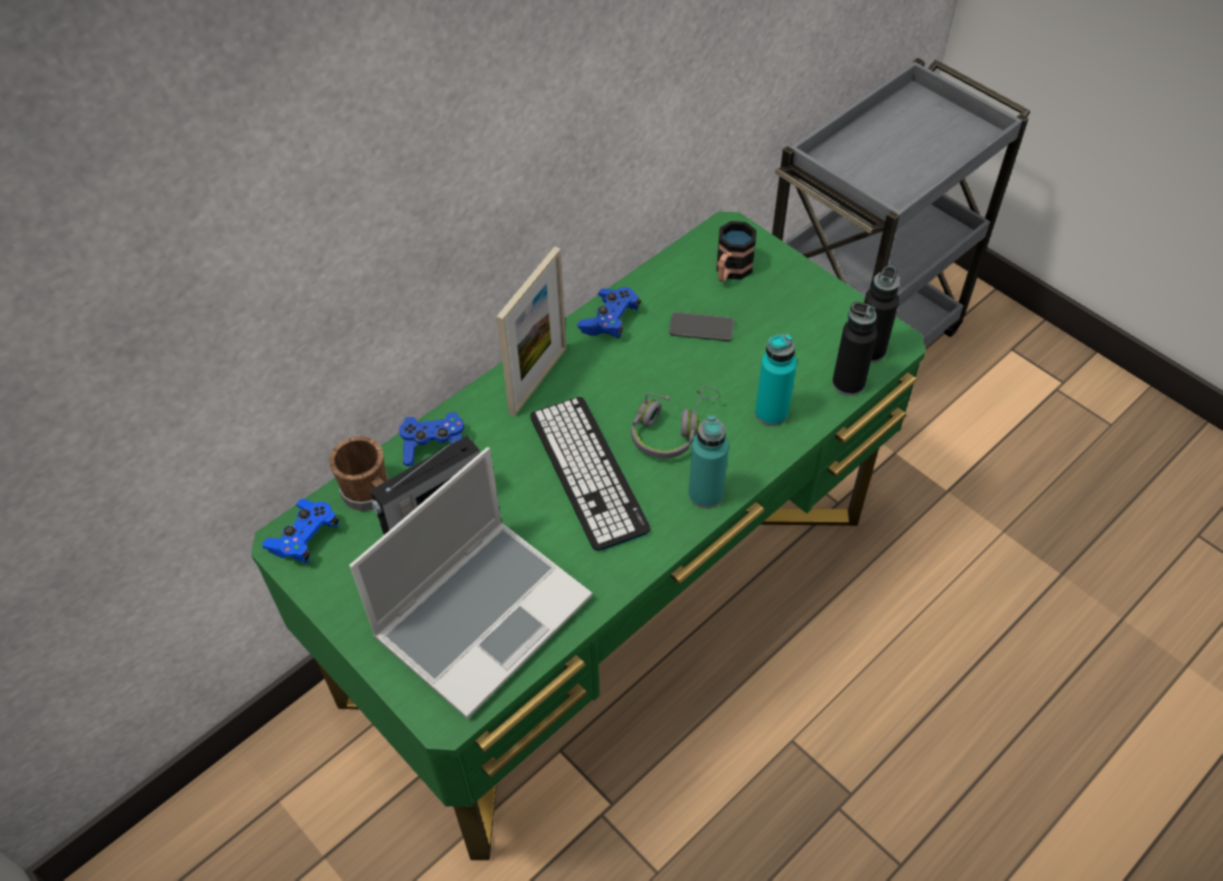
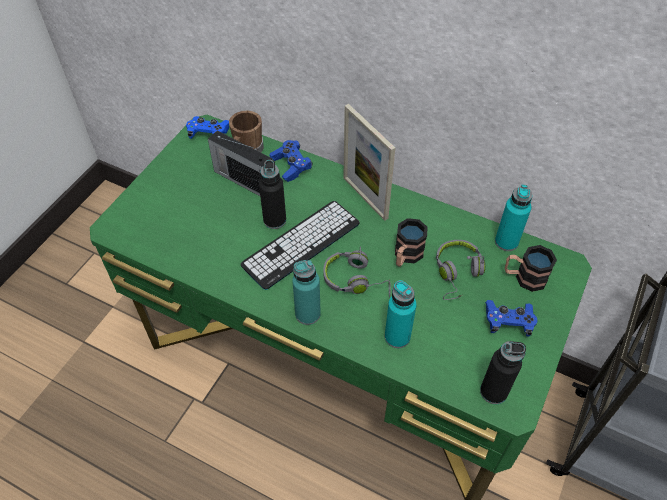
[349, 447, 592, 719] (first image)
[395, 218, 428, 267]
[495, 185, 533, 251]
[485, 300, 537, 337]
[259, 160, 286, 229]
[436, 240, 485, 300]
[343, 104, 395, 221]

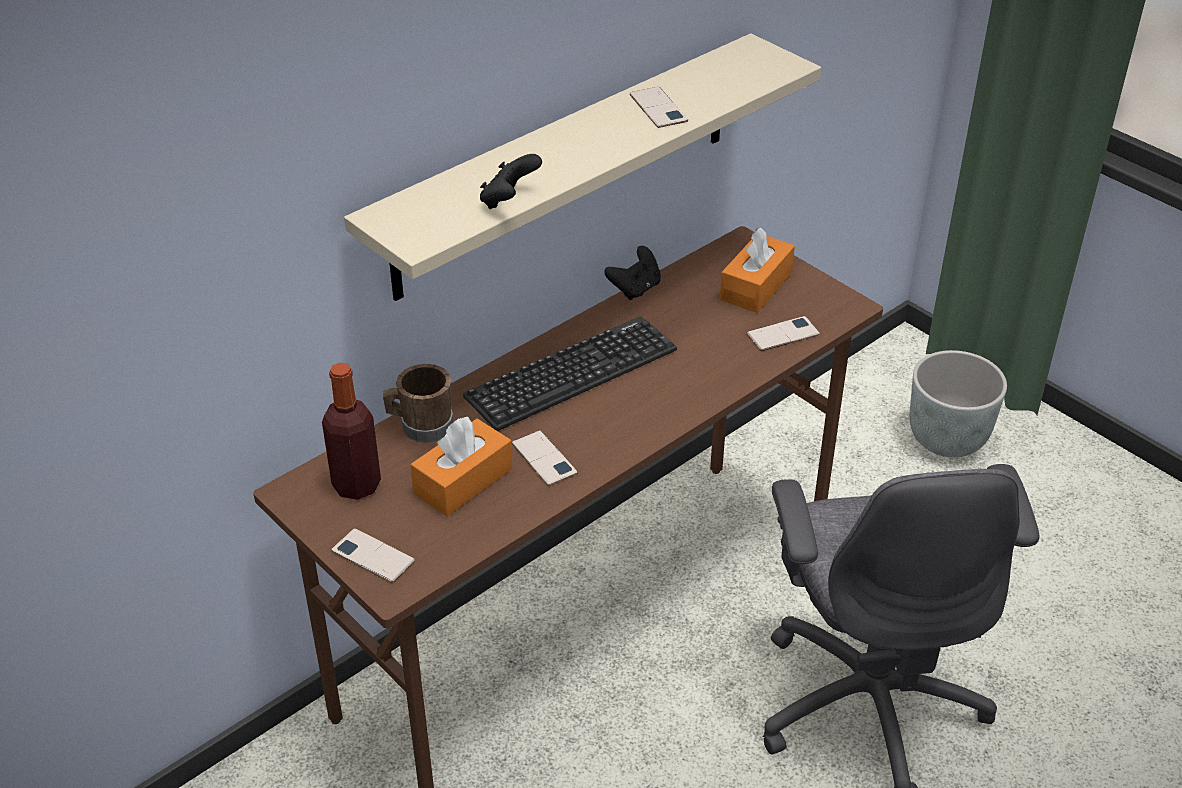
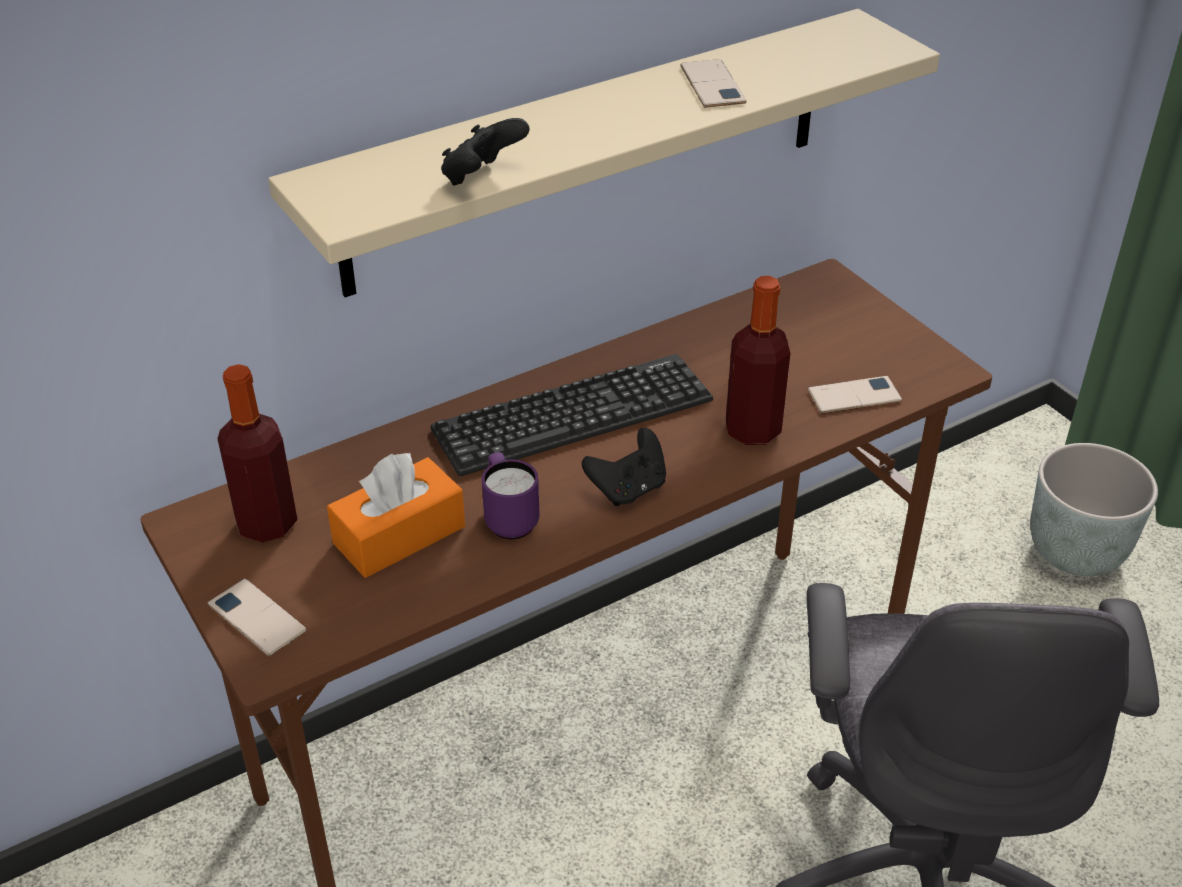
[383, 364, 453, 443] (first image)
[720, 228, 795, 313] (first image)
[726, 276, 790, 445]
[582, 428, 666, 506]
[482, 452, 540, 539]

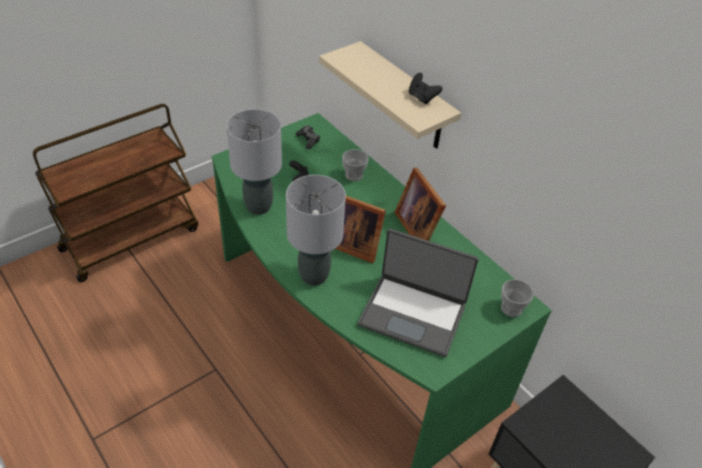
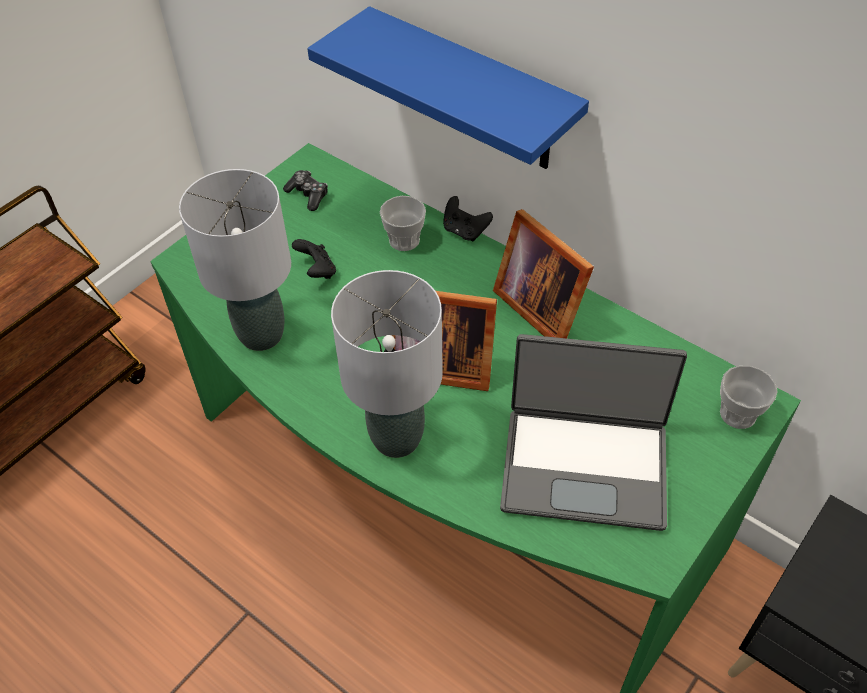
[443, 196, 493, 241]
[307, 6, 589, 169]

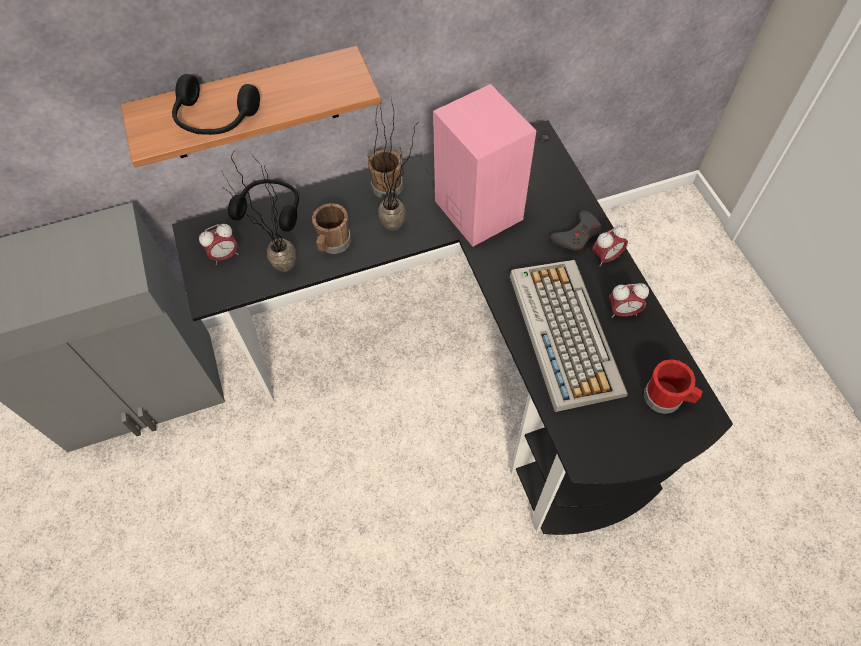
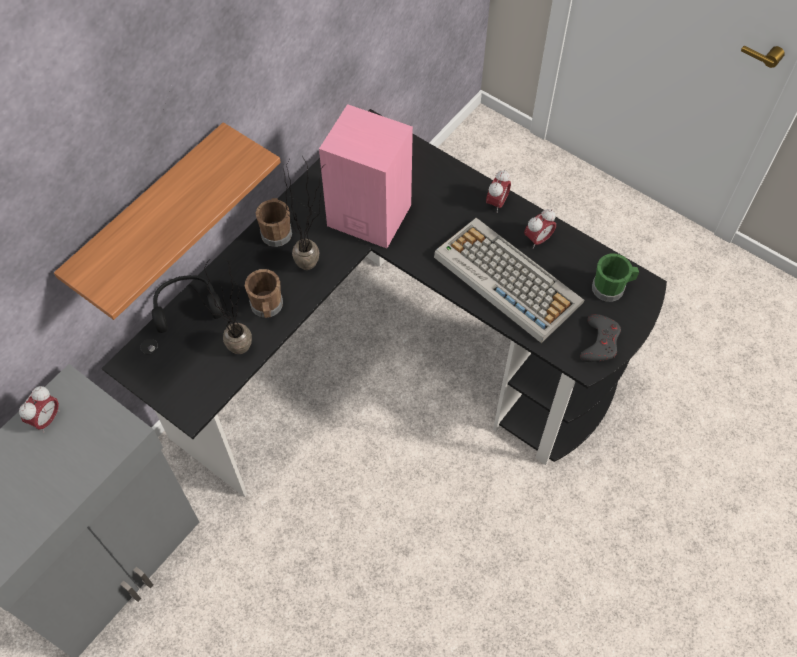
[172, 74, 260, 135] (first image)
[19, 386, 60, 433]
[580, 314, 621, 362]
[592, 253, 639, 302]

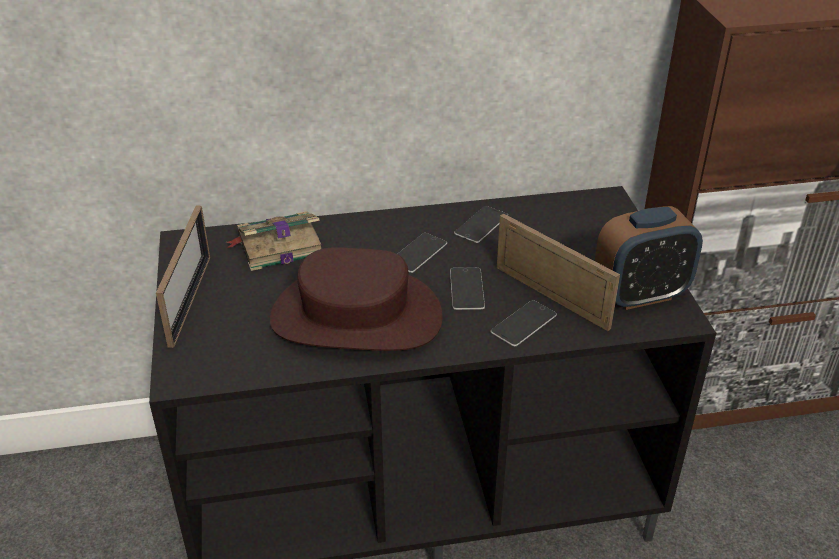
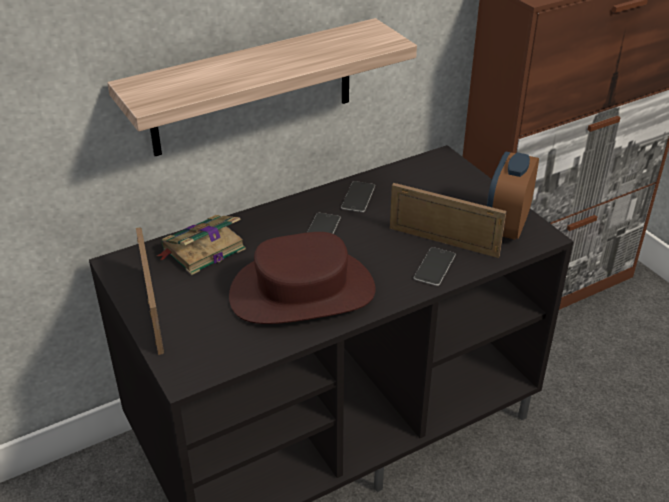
[450, 268, 485, 310] (first image)
[107, 18, 417, 156]
[487, 152, 539, 240]

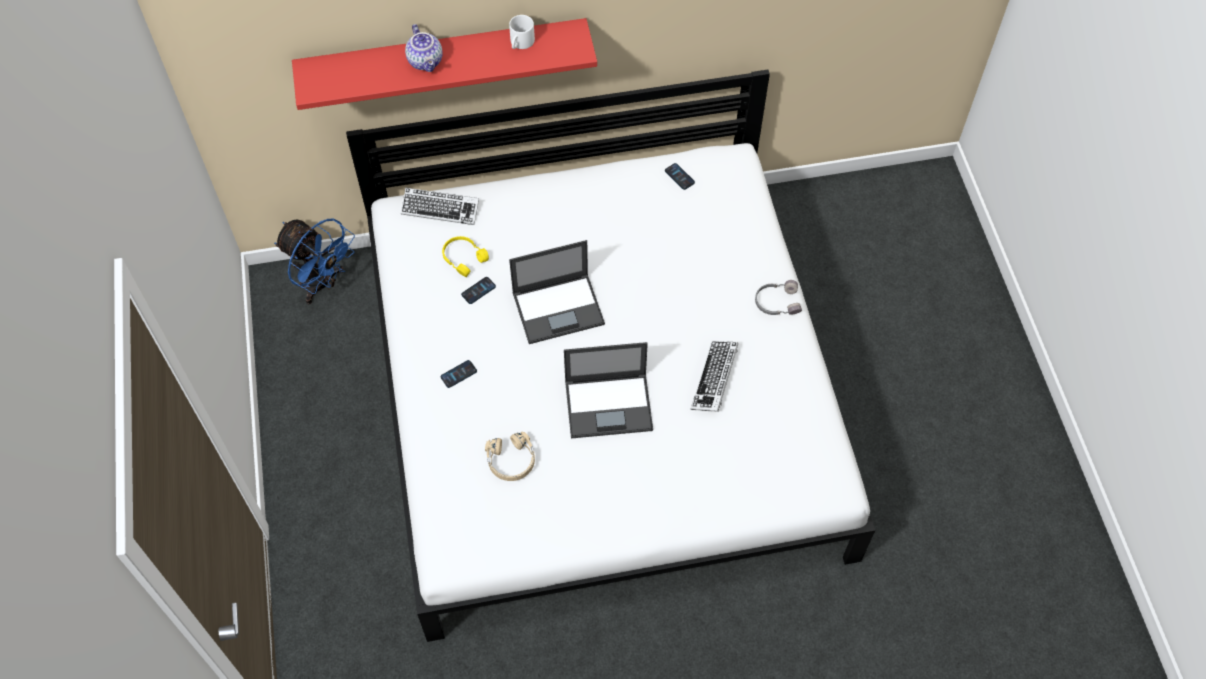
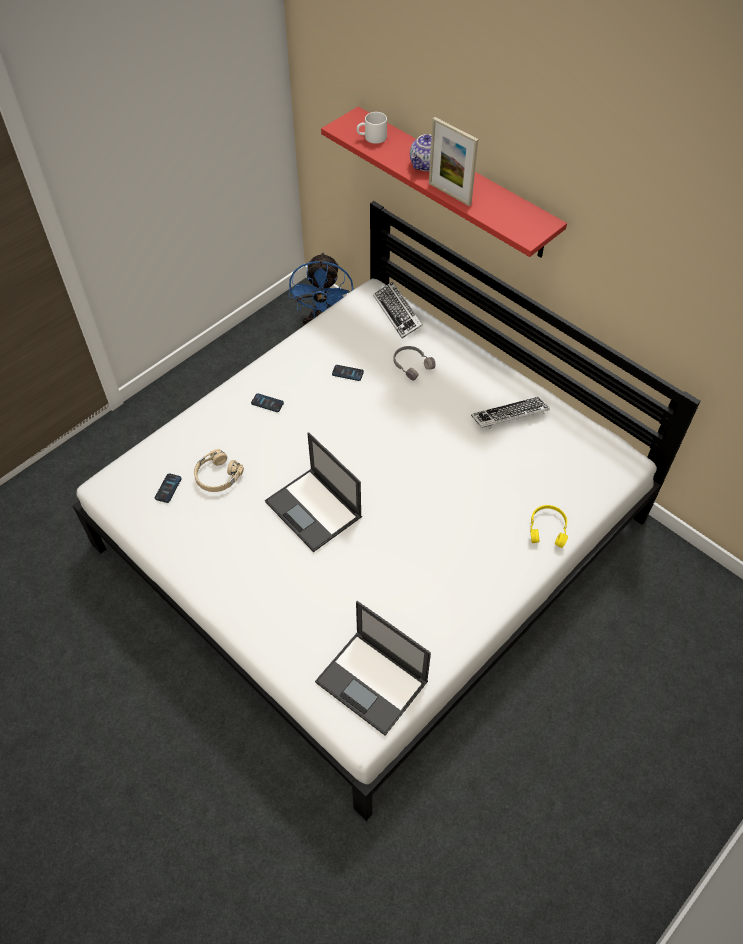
[429, 117, 478, 206]
[530, 505, 568, 548]
[357, 112, 387, 144]
[315, 601, 431, 736]
[155, 473, 182, 503]
[471, 397, 550, 429]
[393, 346, 436, 381]

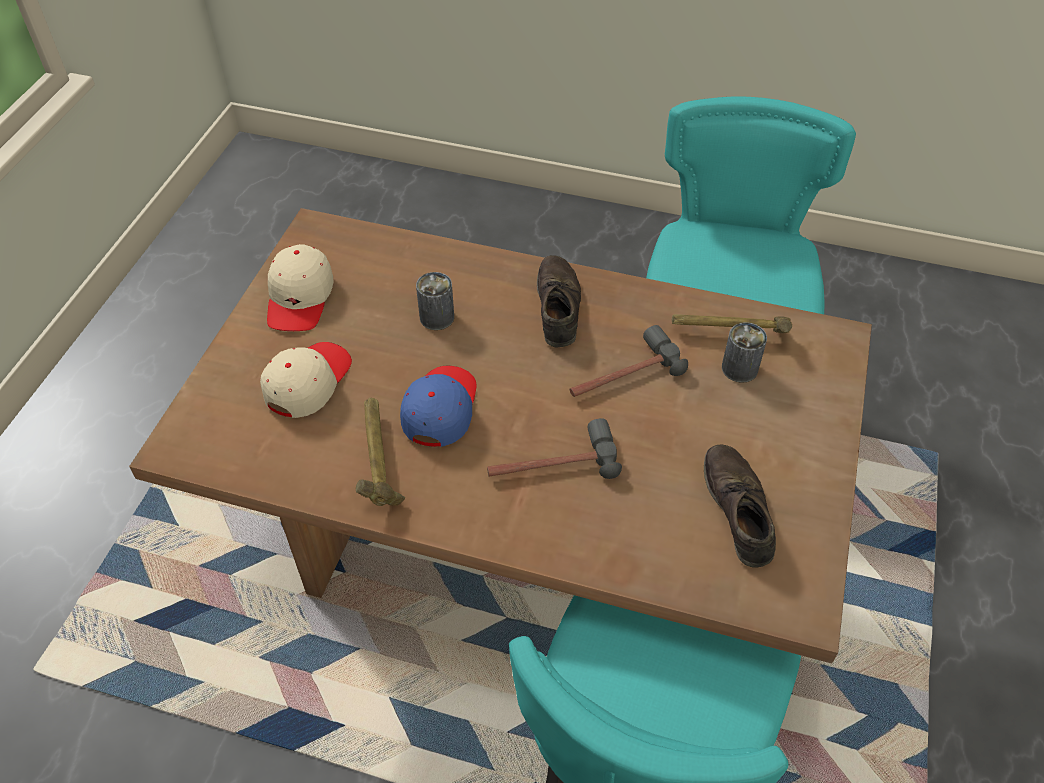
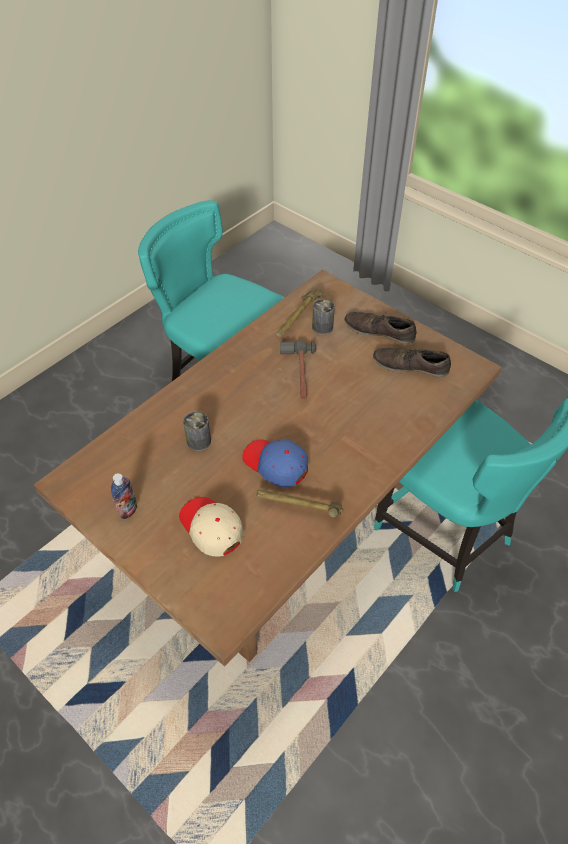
[487, 418, 622, 479] (first image)
[345, 312, 416, 344]
[111, 473, 137, 519]

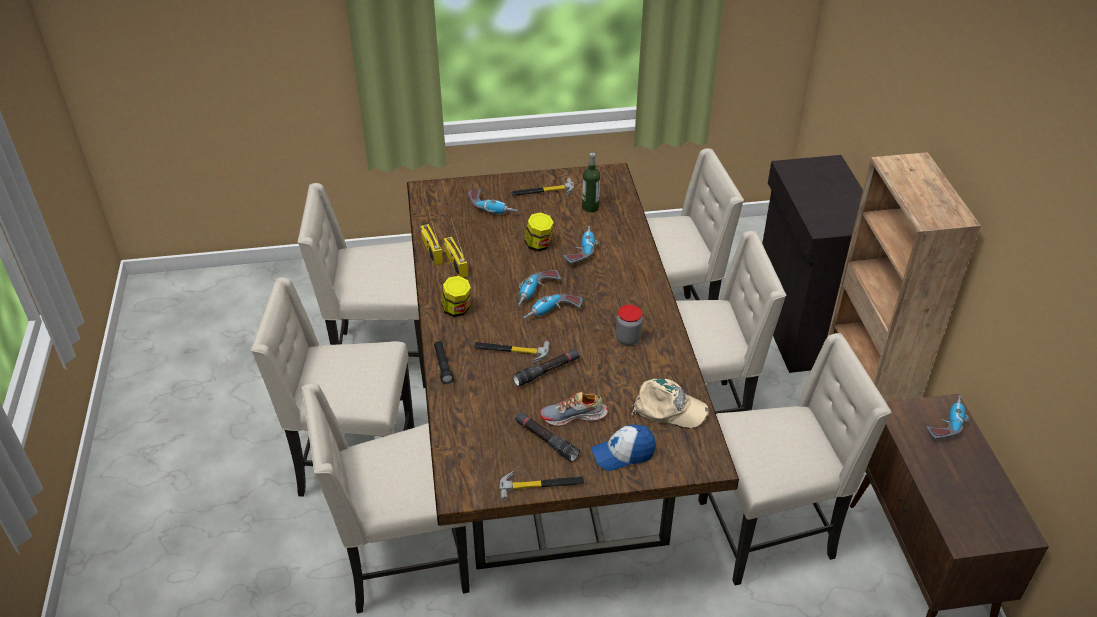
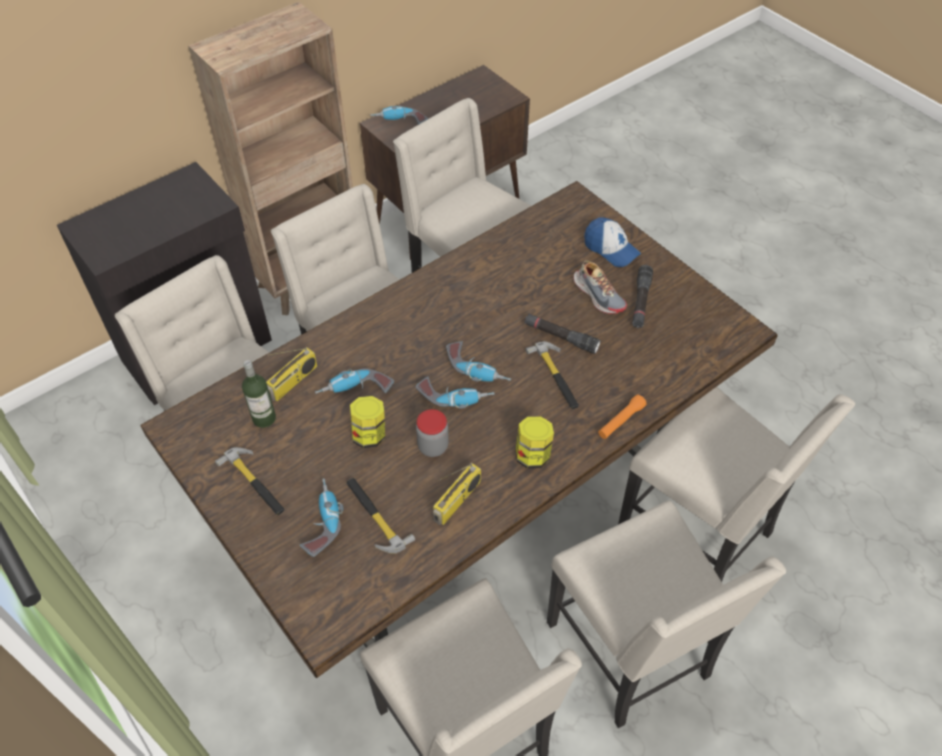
[631, 379, 709, 429] (first image)
[266, 347, 317, 401]
[347, 478, 415, 554]
[416, 409, 449, 457]
[598, 394, 647, 439]

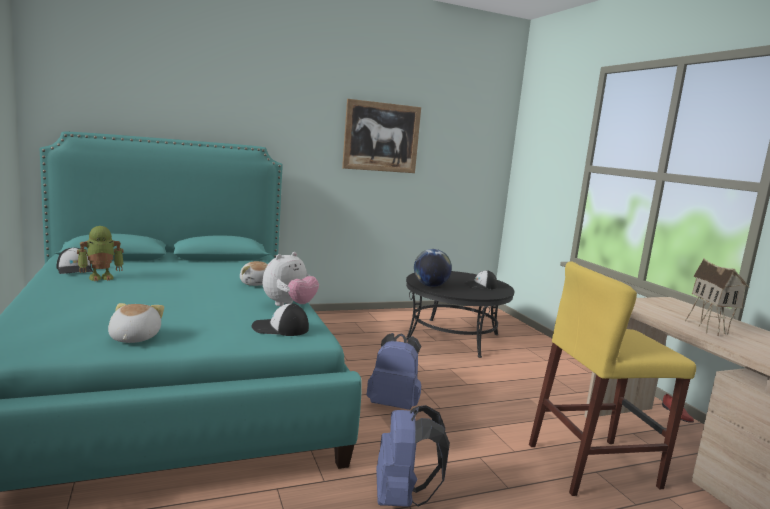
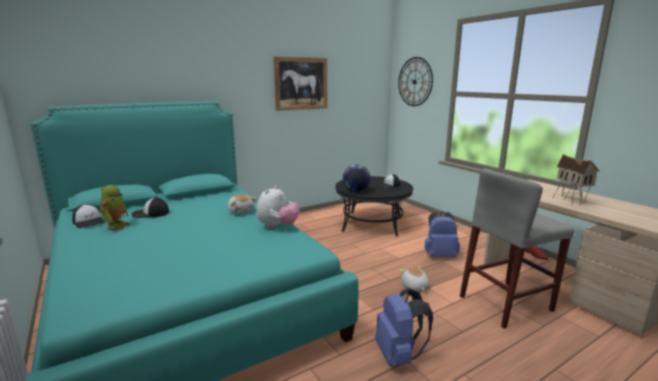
[398, 57, 433, 106]
[399, 266, 429, 291]
[131, 198, 169, 218]
[424, 212, 460, 257]
[460, 168, 574, 329]
[100, 185, 130, 230]

